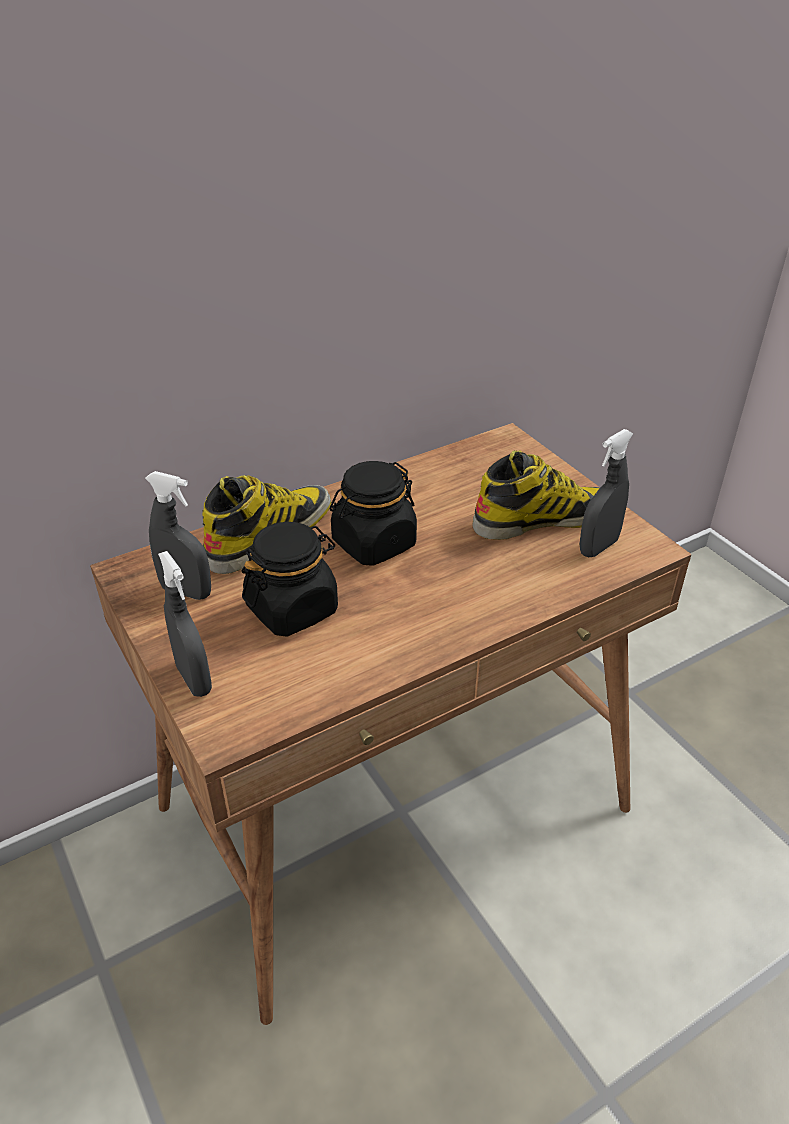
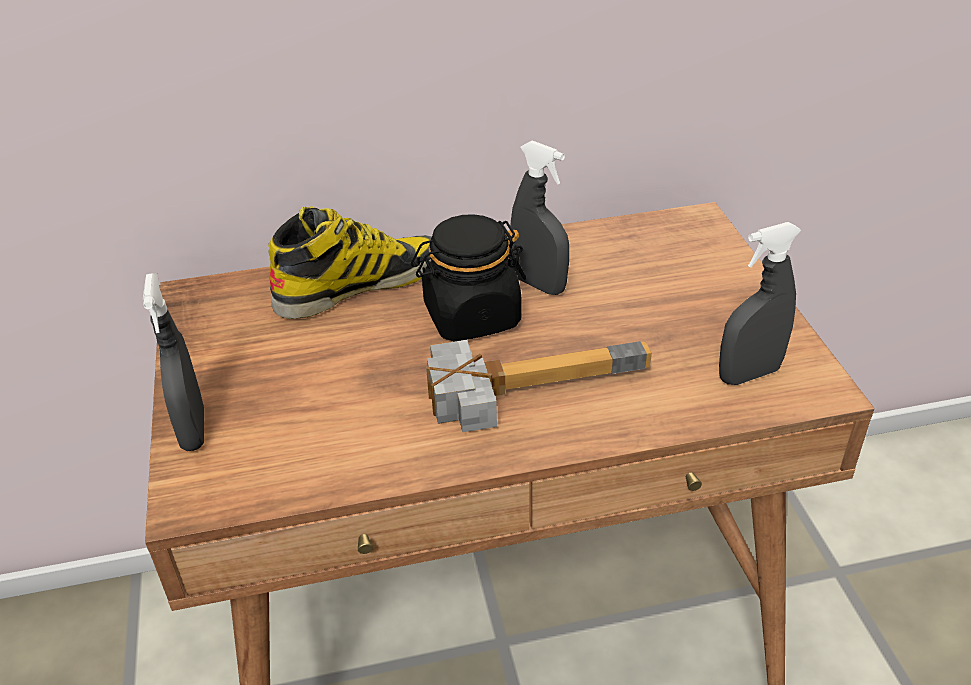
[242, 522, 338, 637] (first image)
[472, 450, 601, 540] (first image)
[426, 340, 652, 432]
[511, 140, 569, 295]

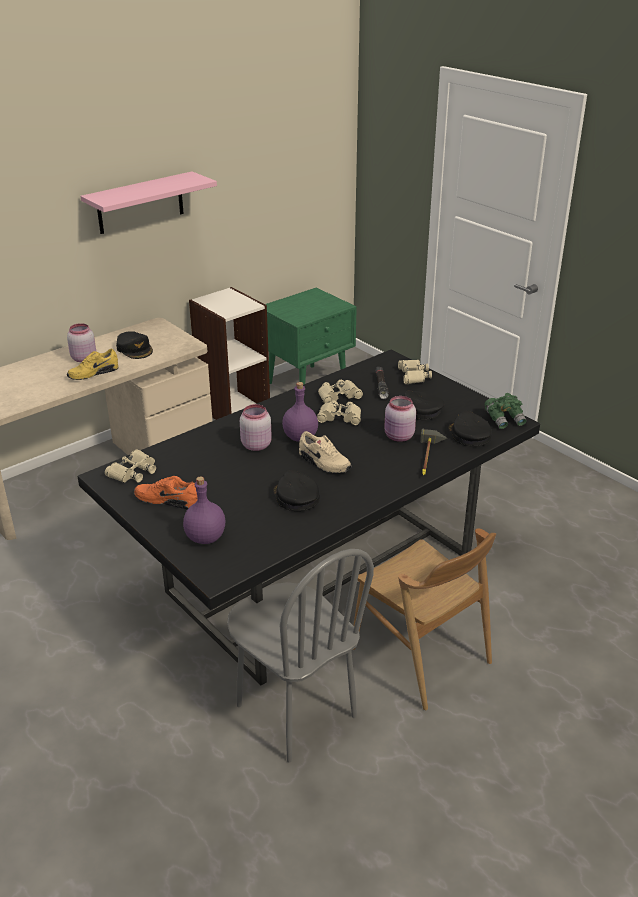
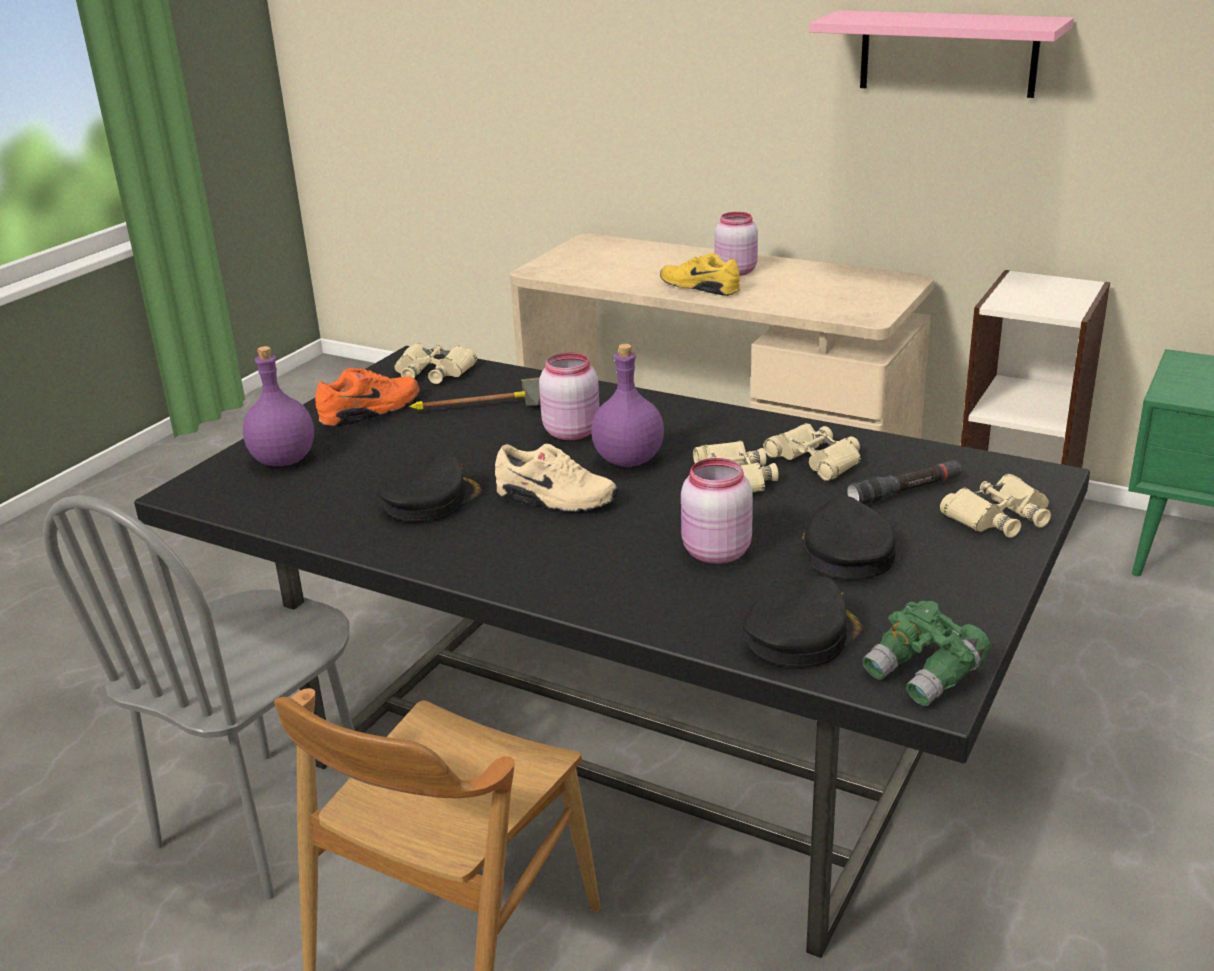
[116, 331, 153, 359] (first image)
[409, 377, 541, 410]
[315, 368, 420, 427]
[495, 444, 618, 512]

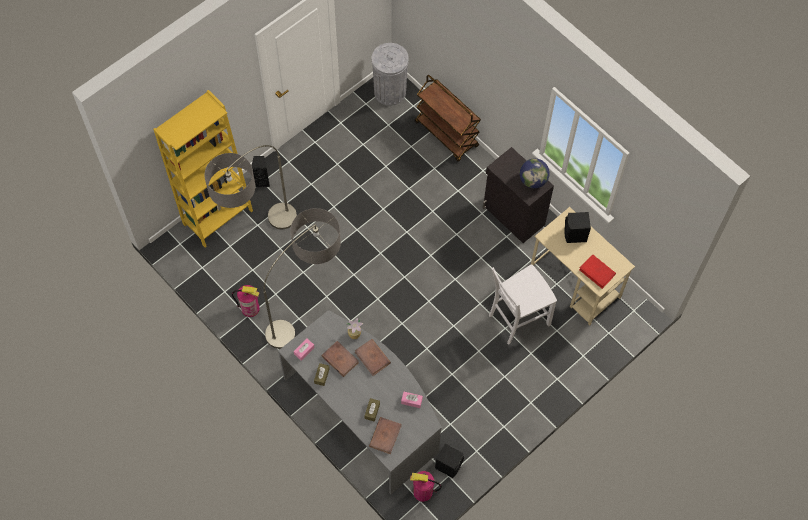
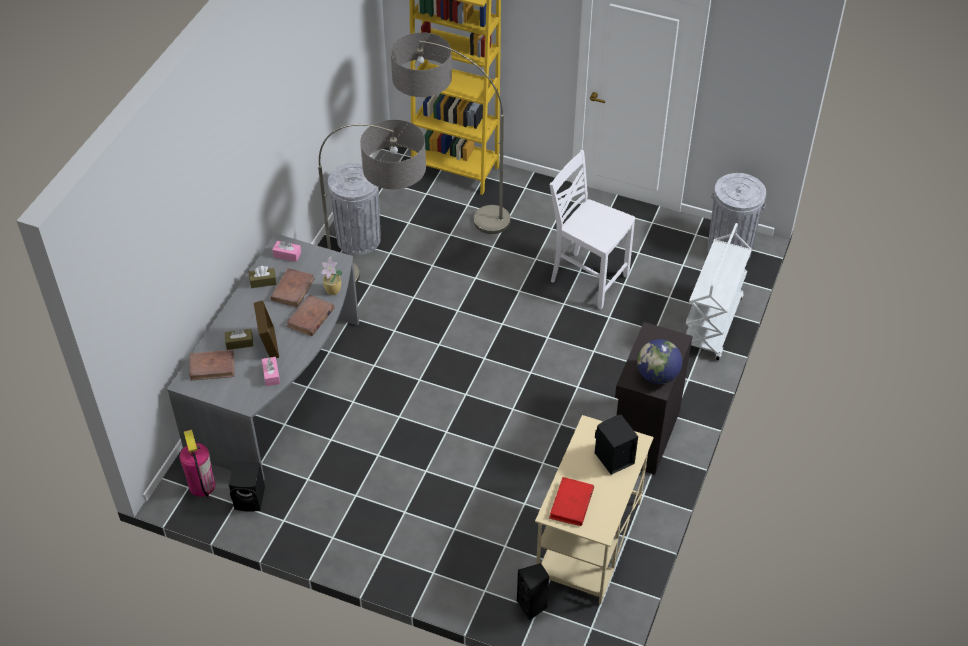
[254, 300, 279, 358]
[517, 563, 550, 621]
[549, 150, 635, 309]
[328, 163, 381, 255]
[685, 223, 752, 360]

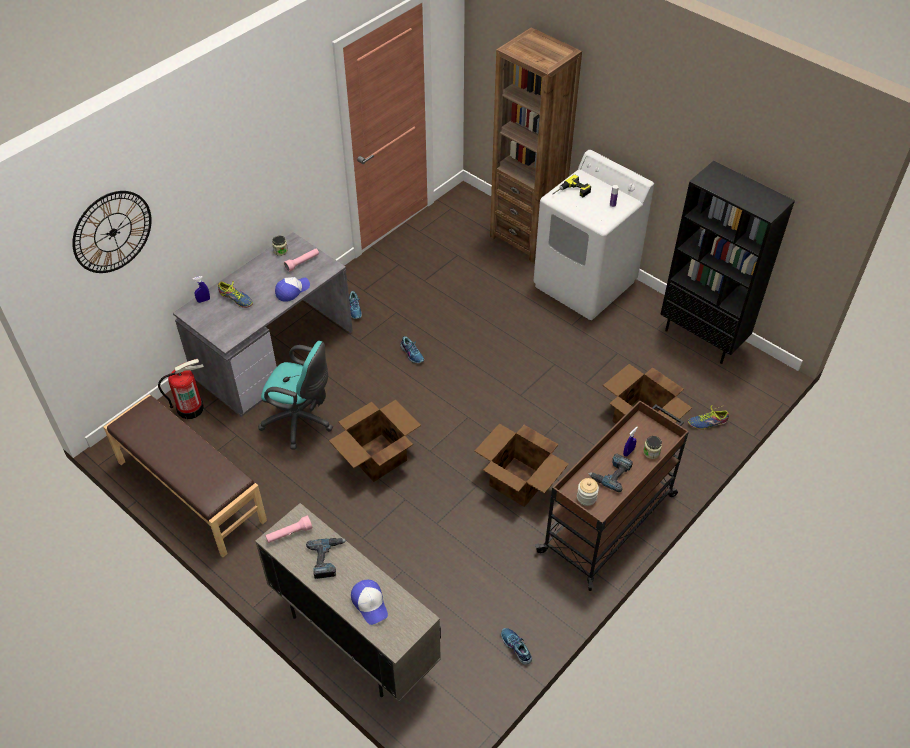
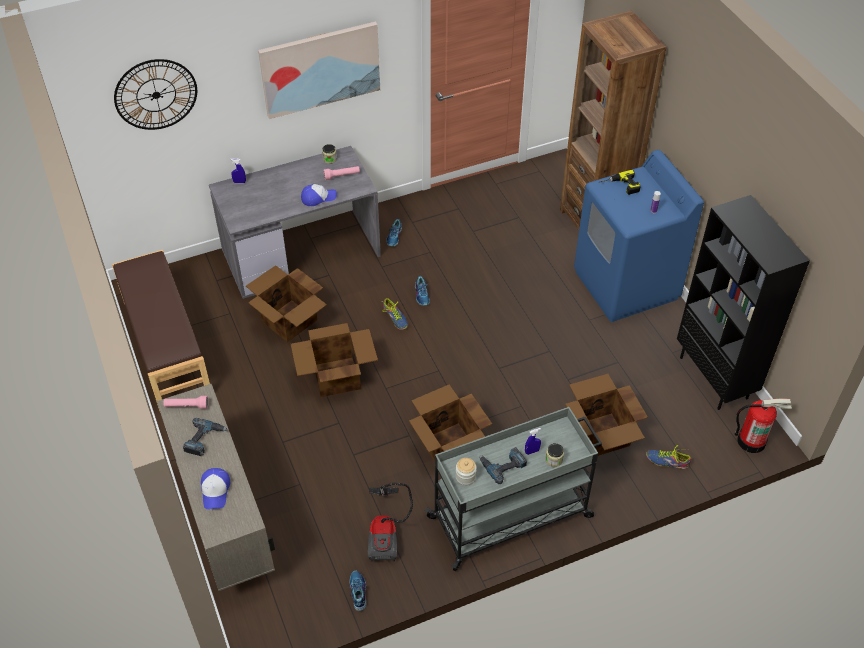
[258, 22, 380, 119]
[368, 483, 413, 562]
[735, 399, 792, 453]
[383, 298, 408, 330]
[246, 265, 327, 342]
[574, 150, 704, 322]
[425, 407, 602, 571]

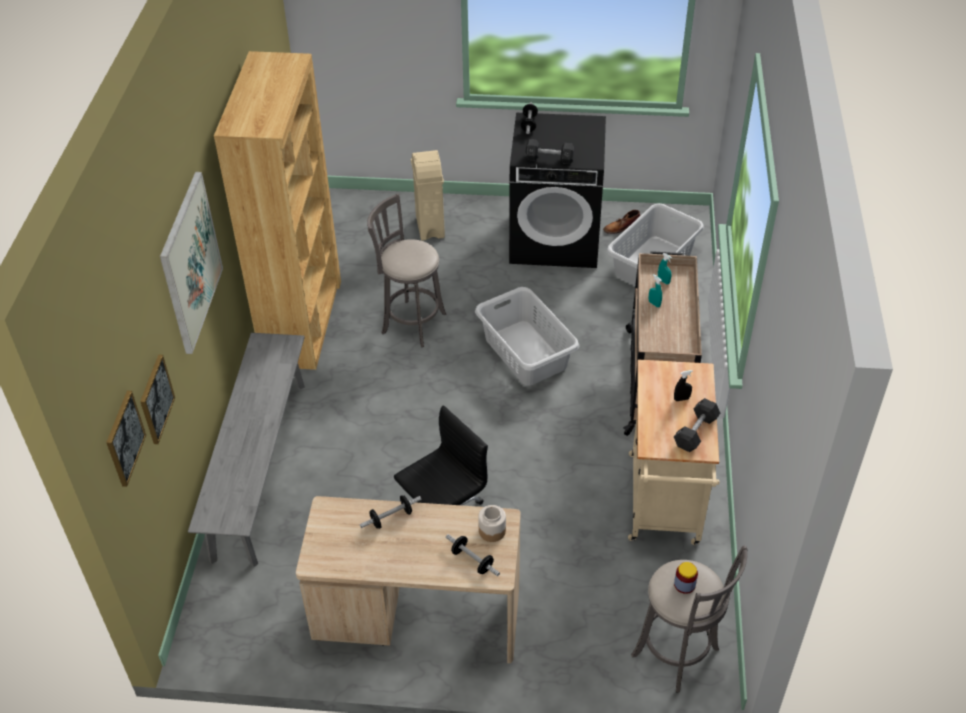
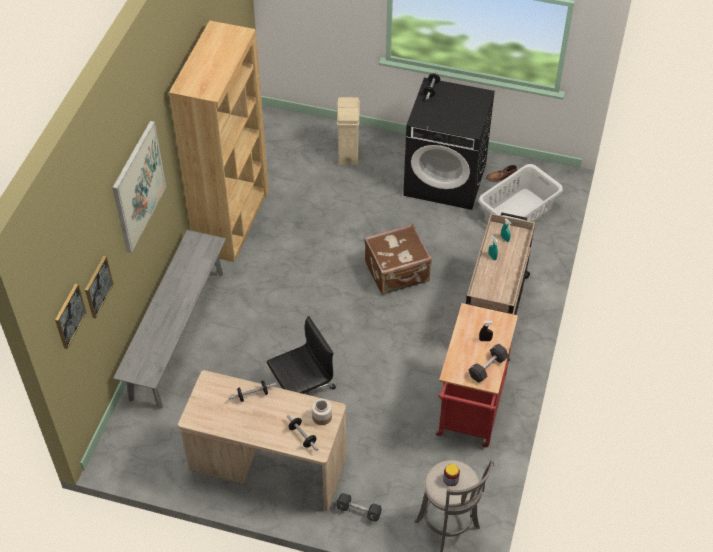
[367, 193, 447, 347] (first image)
[337, 493, 382, 522]
[364, 224, 432, 295]
[436, 303, 518, 448]

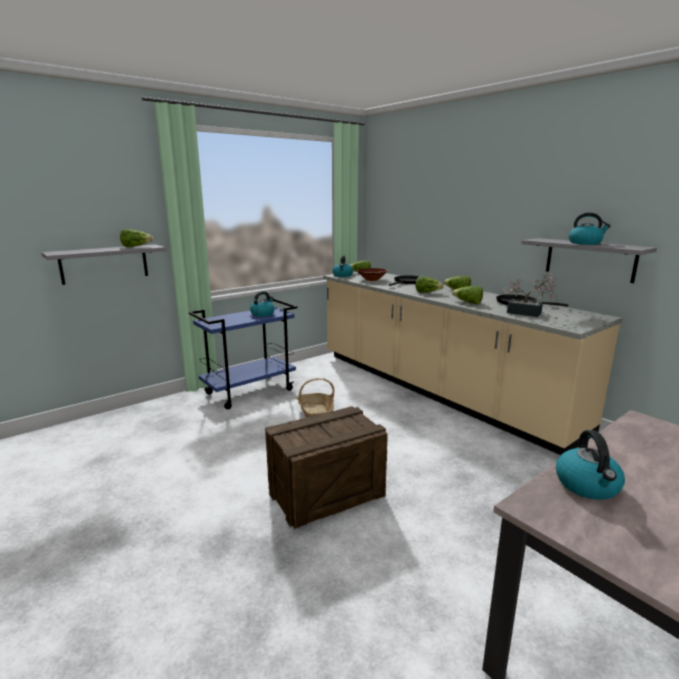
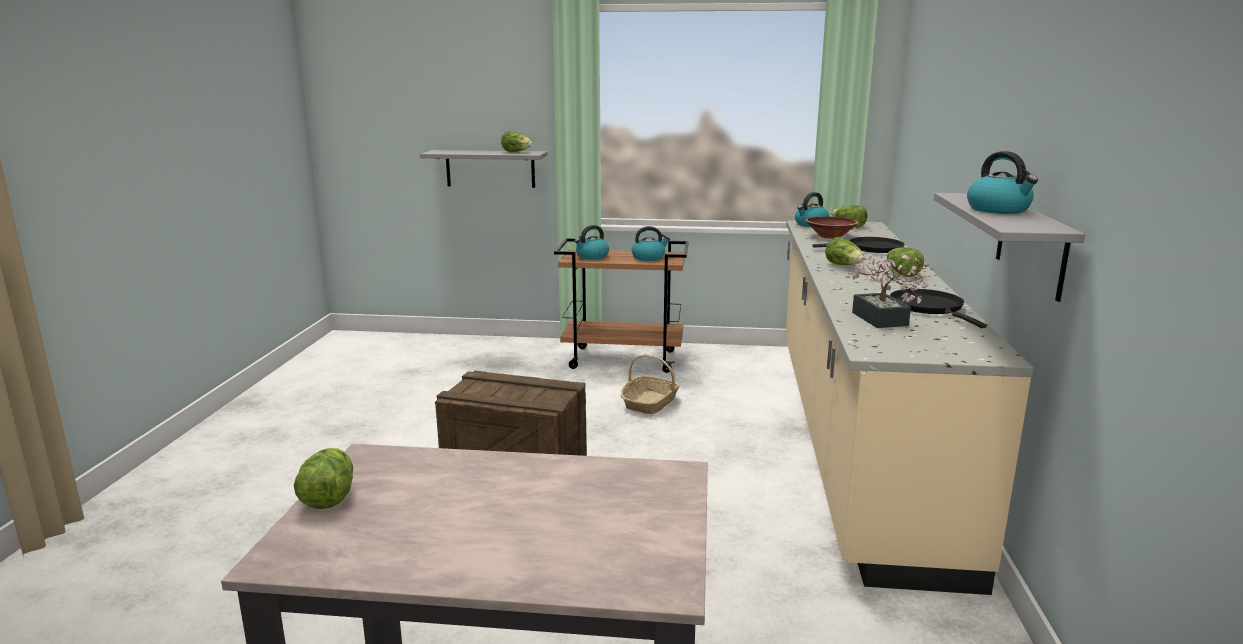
[294, 448, 353, 509]
[574, 225, 609, 260]
[554, 238, 689, 373]

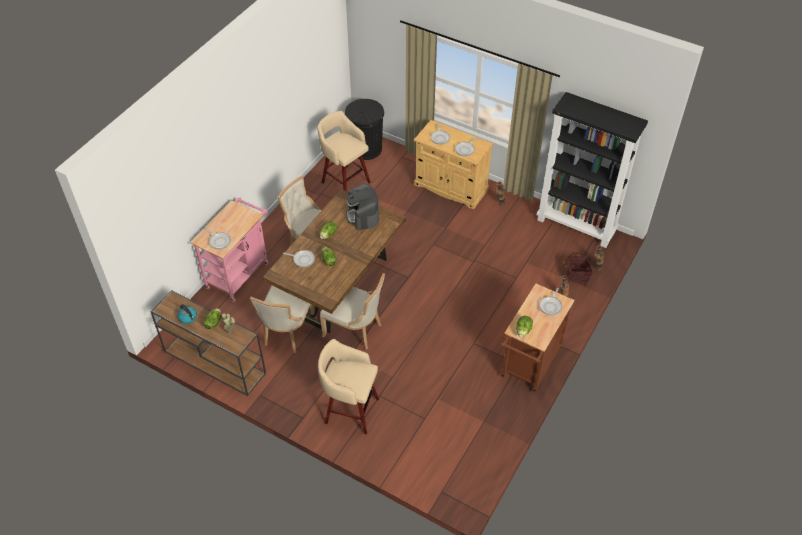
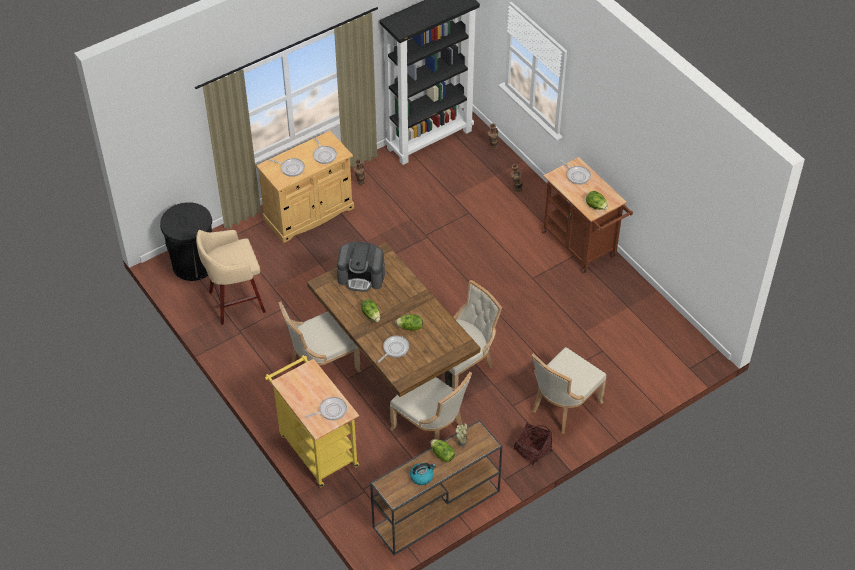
[514, 422, 552, 465]
[531, 347, 606, 434]
[265, 355, 359, 487]

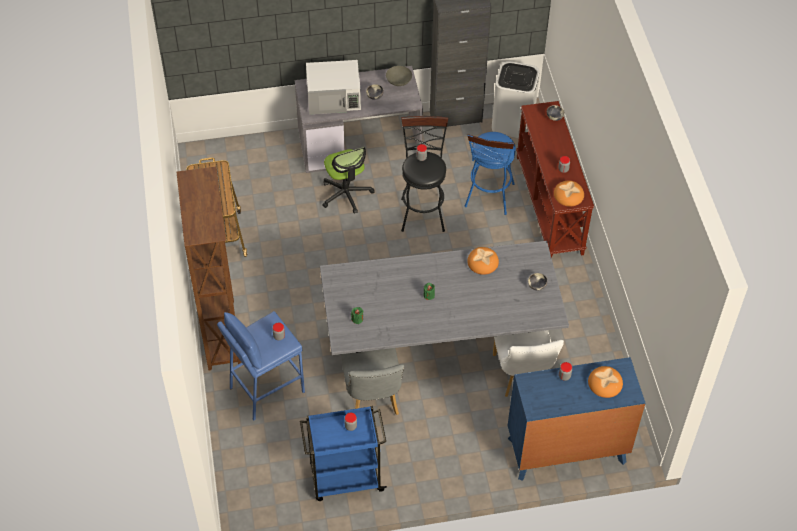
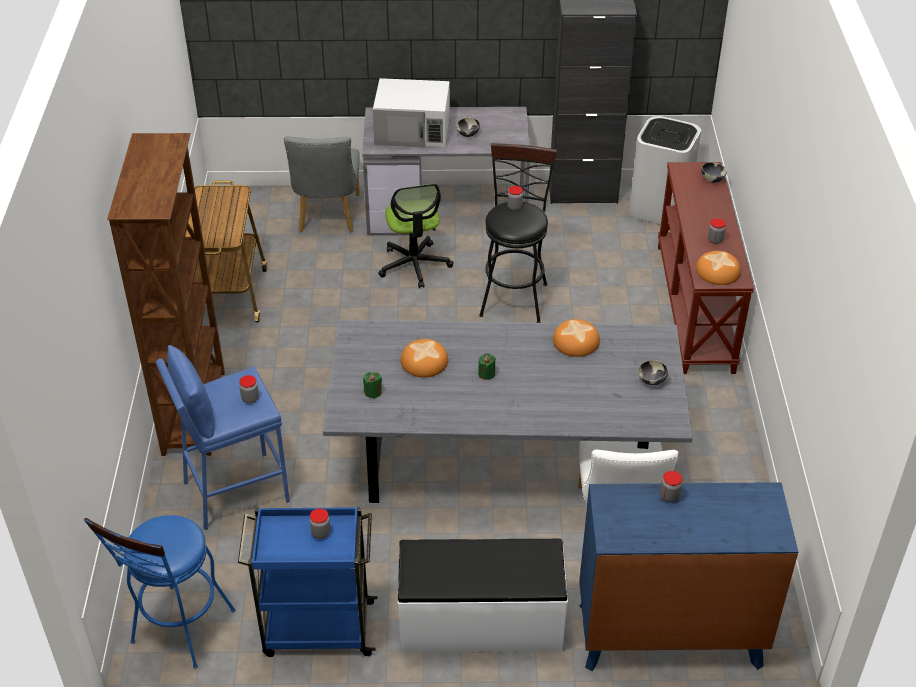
[386, 66, 412, 86] (first image)
[398, 539, 568, 653]
[284, 136, 360, 232]
[84, 515, 236, 669]
[401, 339, 448, 377]

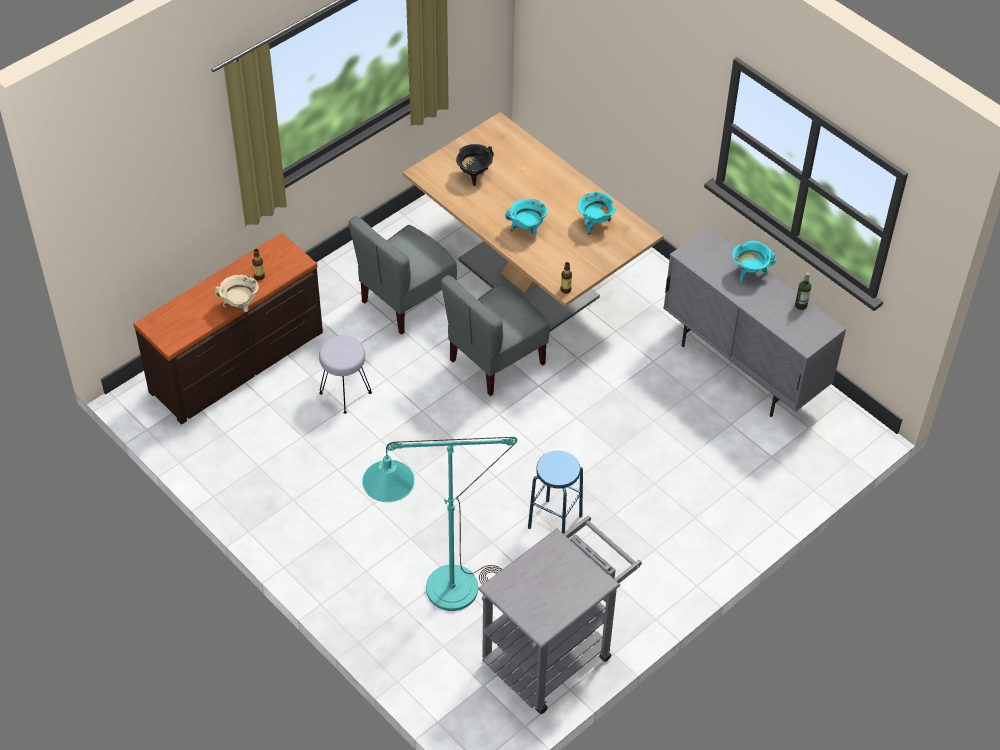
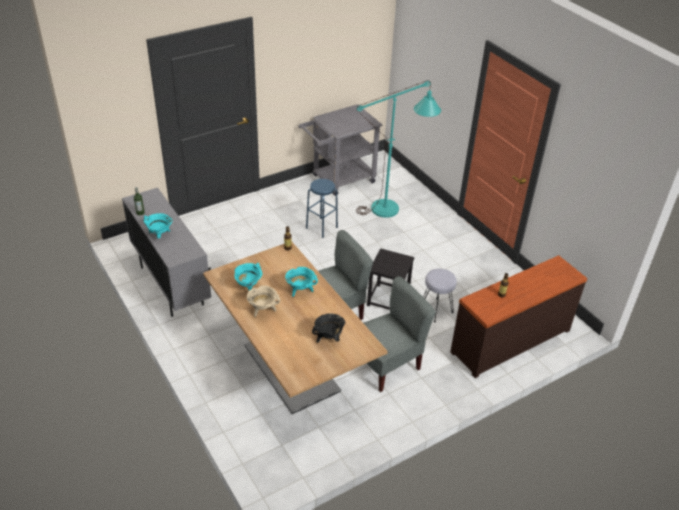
[367, 248, 414, 310]
[247, 286, 280, 317]

